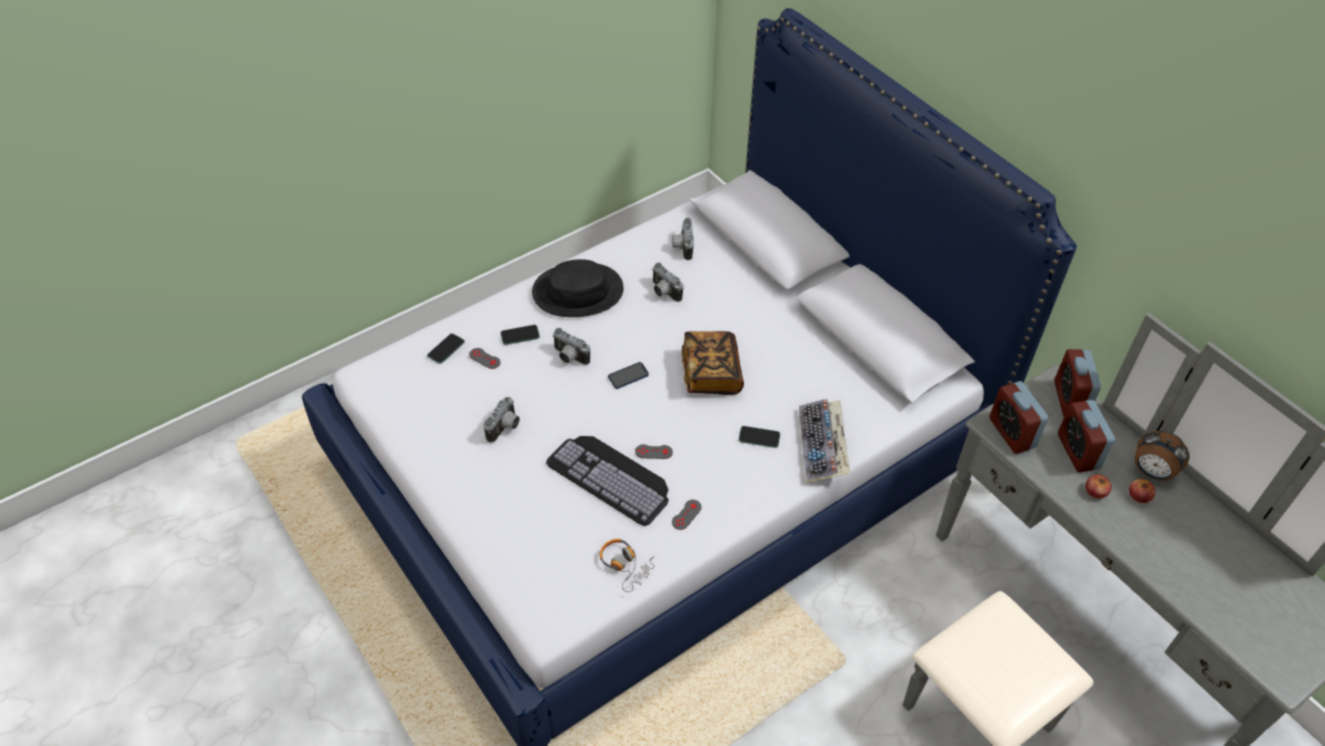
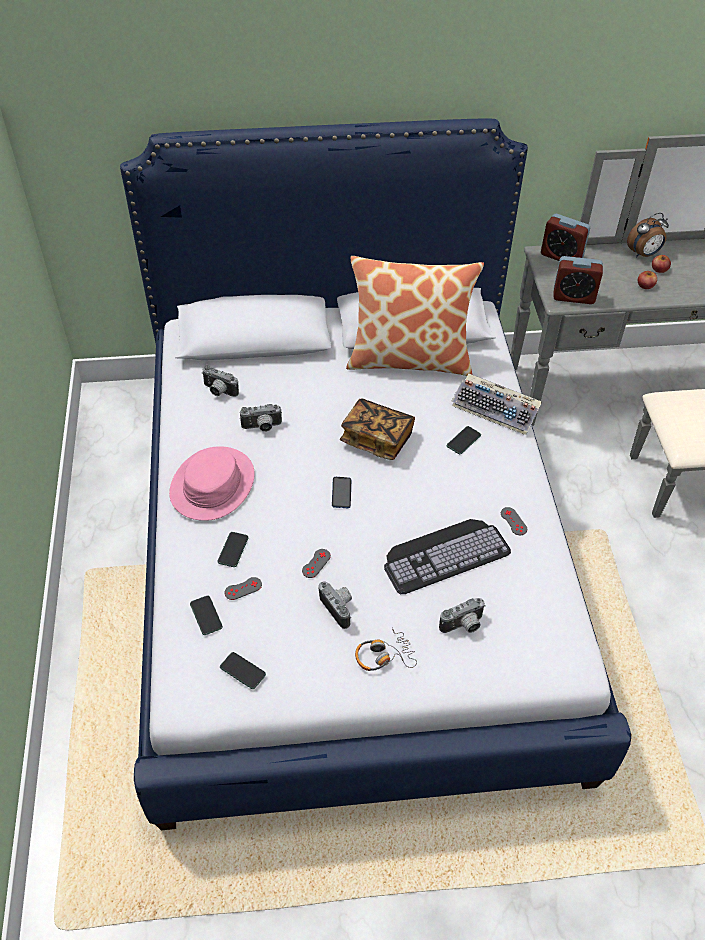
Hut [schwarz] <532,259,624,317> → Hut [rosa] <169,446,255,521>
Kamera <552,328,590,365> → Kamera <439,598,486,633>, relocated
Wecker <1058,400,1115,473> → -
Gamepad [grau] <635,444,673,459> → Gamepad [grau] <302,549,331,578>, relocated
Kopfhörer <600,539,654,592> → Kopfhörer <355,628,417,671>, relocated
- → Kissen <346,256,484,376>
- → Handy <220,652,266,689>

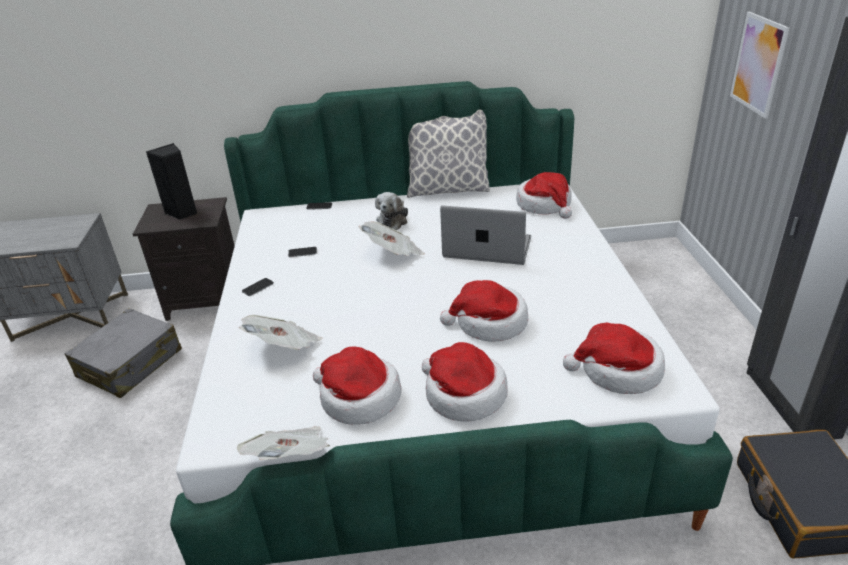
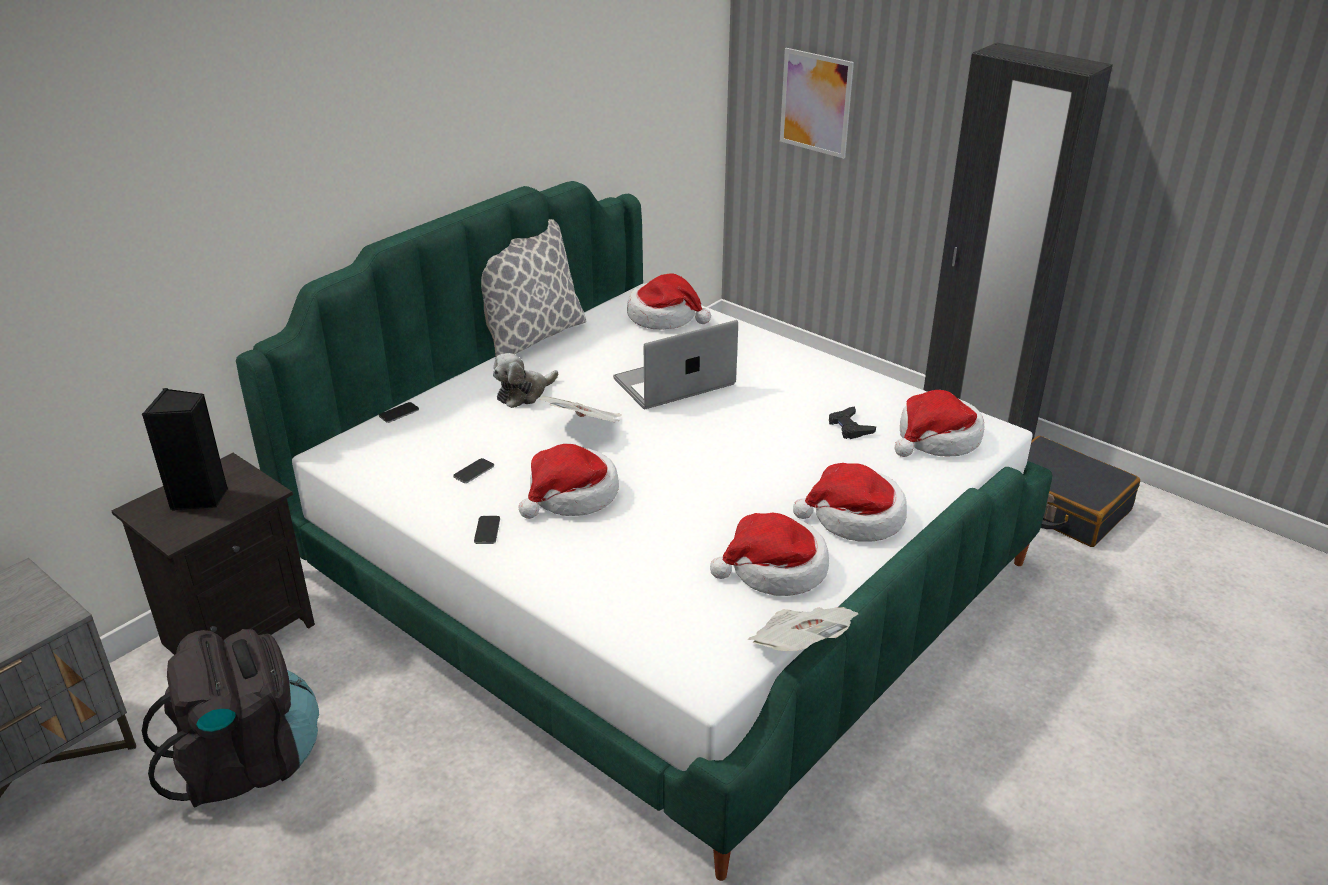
Plüschtier <375,192,408,230> → Plüschtier <493,353,558,408>, 75 degrees clockwise
Hut <440,280,528,342> → Hut <518,444,619,519>, relocated
Koffer [grau] <64,308,182,398> → Rucksack [schwarz] <142,629,319,808>
Zeitung <239,315,323,350> → -
- → Gamepad [schwarz] <829,406,876,439>

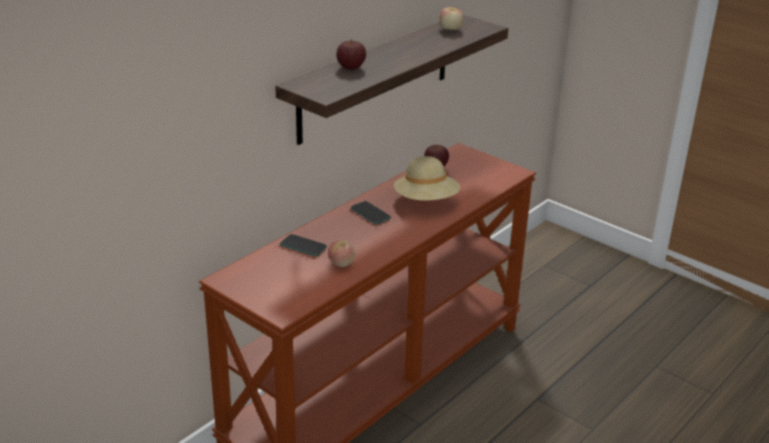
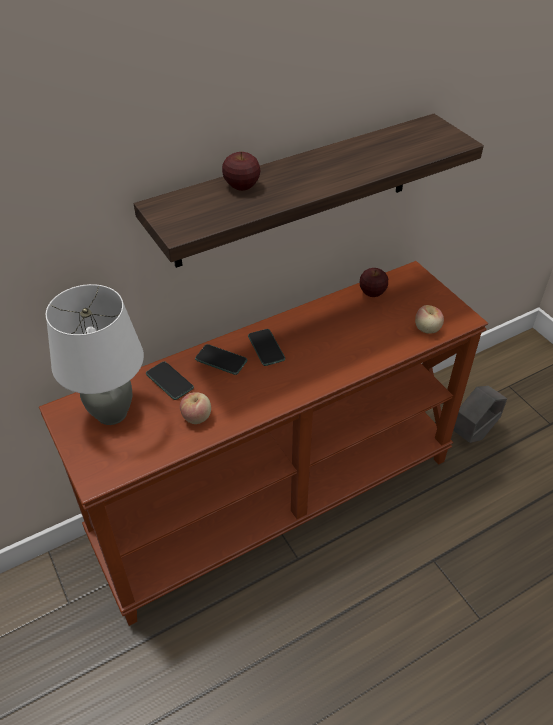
Apfel <440,7,464,30> → Apfel <415,305,444,334>, relocated
Hut [beige] <394,156,460,201> → -
- → Tischlampe [weiß] <45,284,144,425>
- → Handy <195,344,247,375>
- → Pflanzkübel [grau] <453,386,507,443>

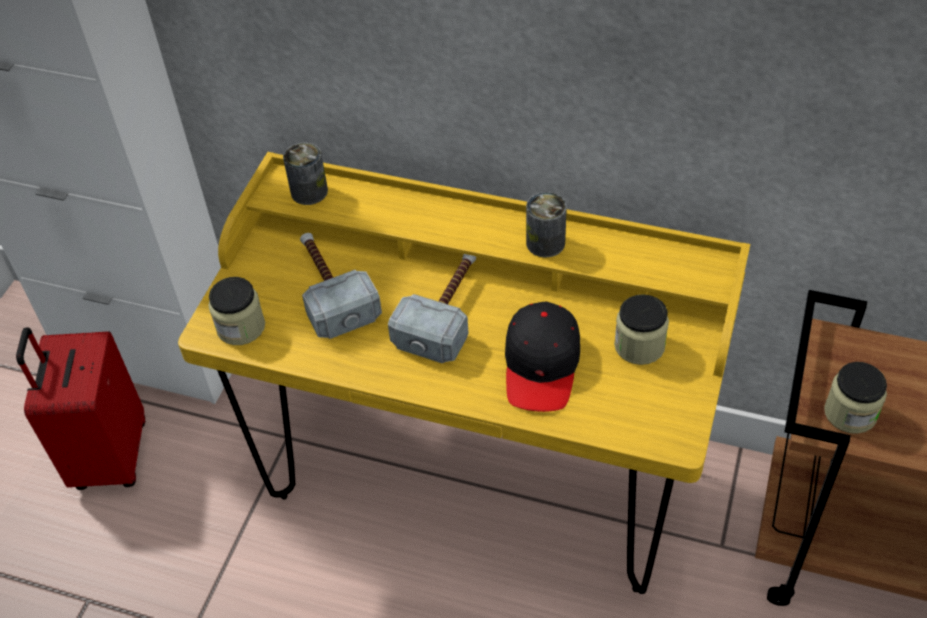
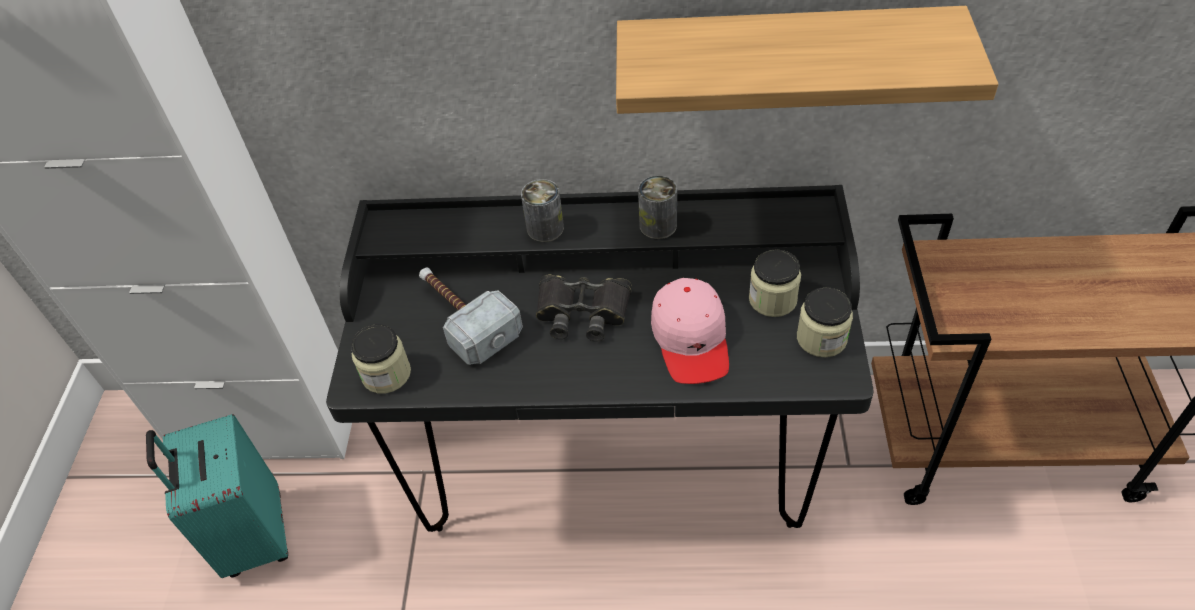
Dose <283,142,328,205> → Dose <521,179,564,242>, relocated
Schreibtisch [gelb] <178,152,750,594> → Schreibtisch [schwarz] <326,185,874,532>
Hammer <388,254,476,364> → Fernglas [schwarz] <536,275,632,342>
Kappe [schwarz] <505,301,580,412> → Kappe [rosa] <651,278,729,384>
Koffer [rot] <16,327,145,490> → Koffer [türkis] <146,414,288,578>
Vorratsglas <824,362,887,434> → Vorratsglas <797,287,853,357>, relocated
- → Wandregal <616,6,998,114>

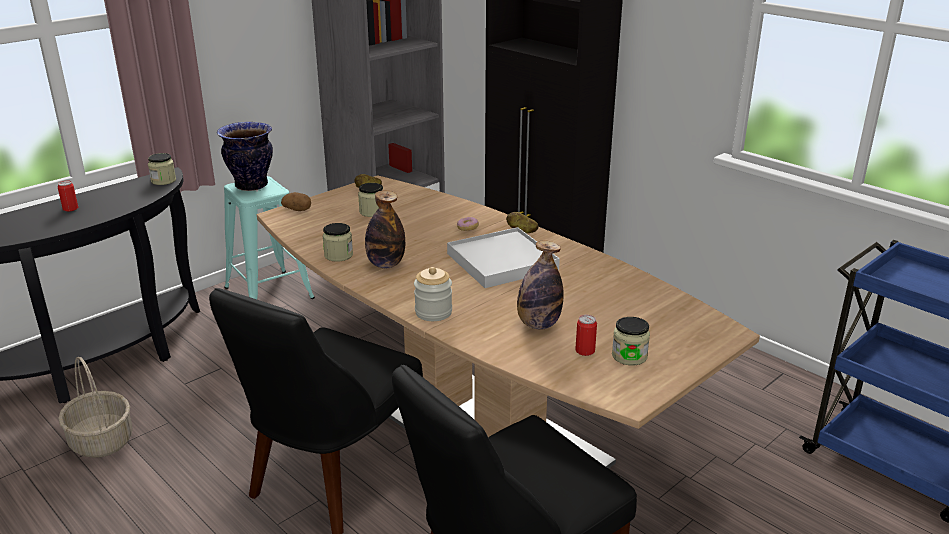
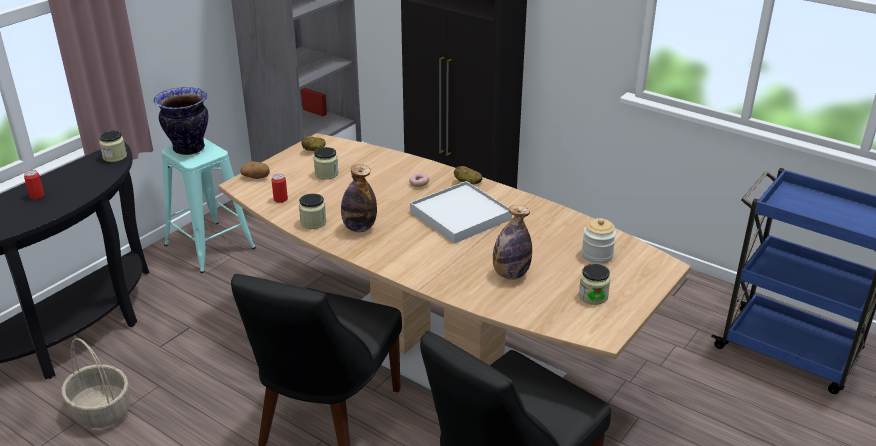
Vorratsglas <414,267,452,321> → Vorratsglas <582,218,616,264>, relocated
Dose <575,315,597,356> → Dose <272,174,288,203>, relocated

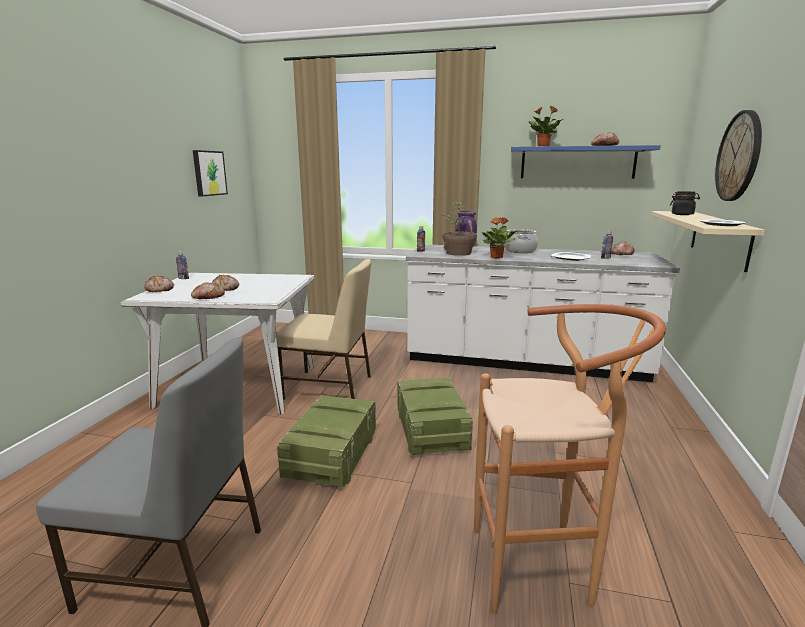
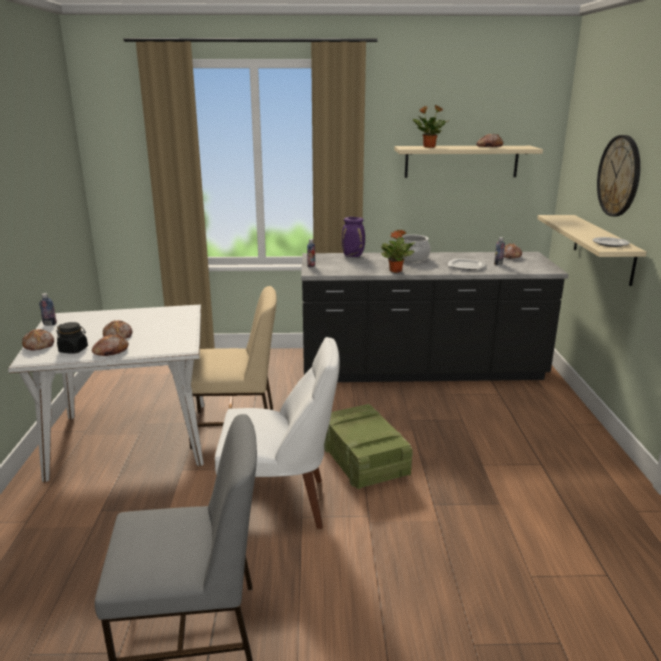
Wandregal [blau] <511,145,661,179> → Wandregal [beige] <394,146,543,178>
Bild <193,150,228,196> → -
Vorratsglas [schwarz] <670,191,700,215> → Vorratsglas [schwarz] <56,322,88,354>, relocated
Topfpflanze <442,201,477,256> → -
Küchenzeile [weiß] <406,244,680,382> → Küchenzeile [schwarz] <301,252,569,382>
Hocker [braun] <474,304,666,615> → -
Kiste <277,395,376,488> → Stuhl [weiß] <215,337,340,529>

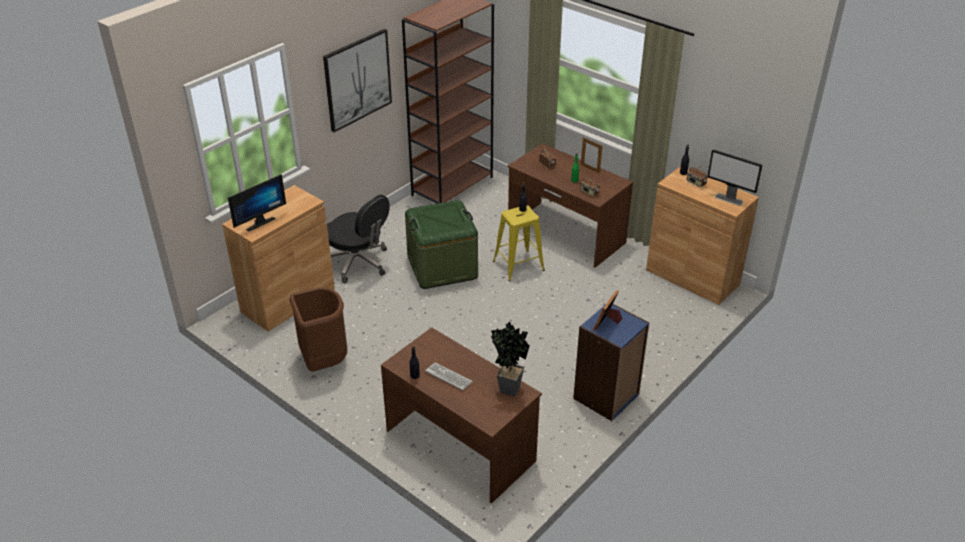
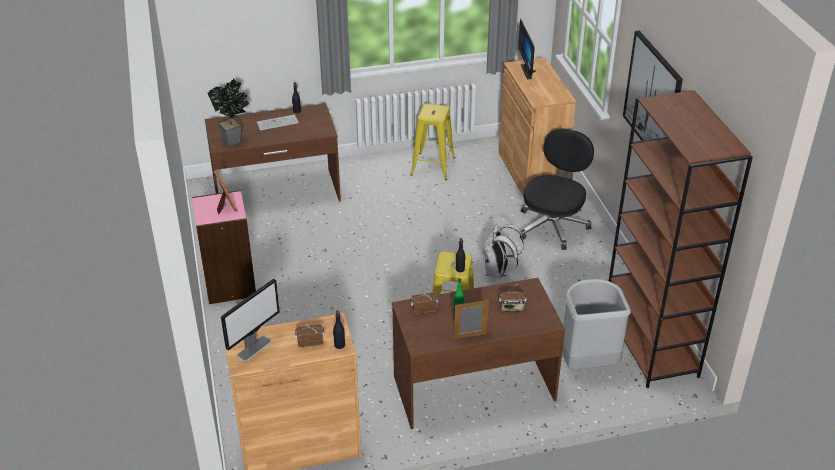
Monitor <707,149,762,206> → Monitor <221,279,280,361>, 150 degrees clockwise
Bürostuhl [schwarz] <327,195,389,283> → Bürostuhl [schwarz] <520,128,594,250>, 135 degrees clockwise
Aufbewahrungsbox [grün] <405,200,478,289> → Rucksack [weiß] <483,224,524,278>
Mülleimer [braun] <289,287,347,372> → Hocker [gelb] <410,103,455,180>
Bücherregal [blau] <573,304,650,421> → Bücherregal [rosa] <192,190,256,304>
- → Mülleimer [grau] <562,279,631,370>

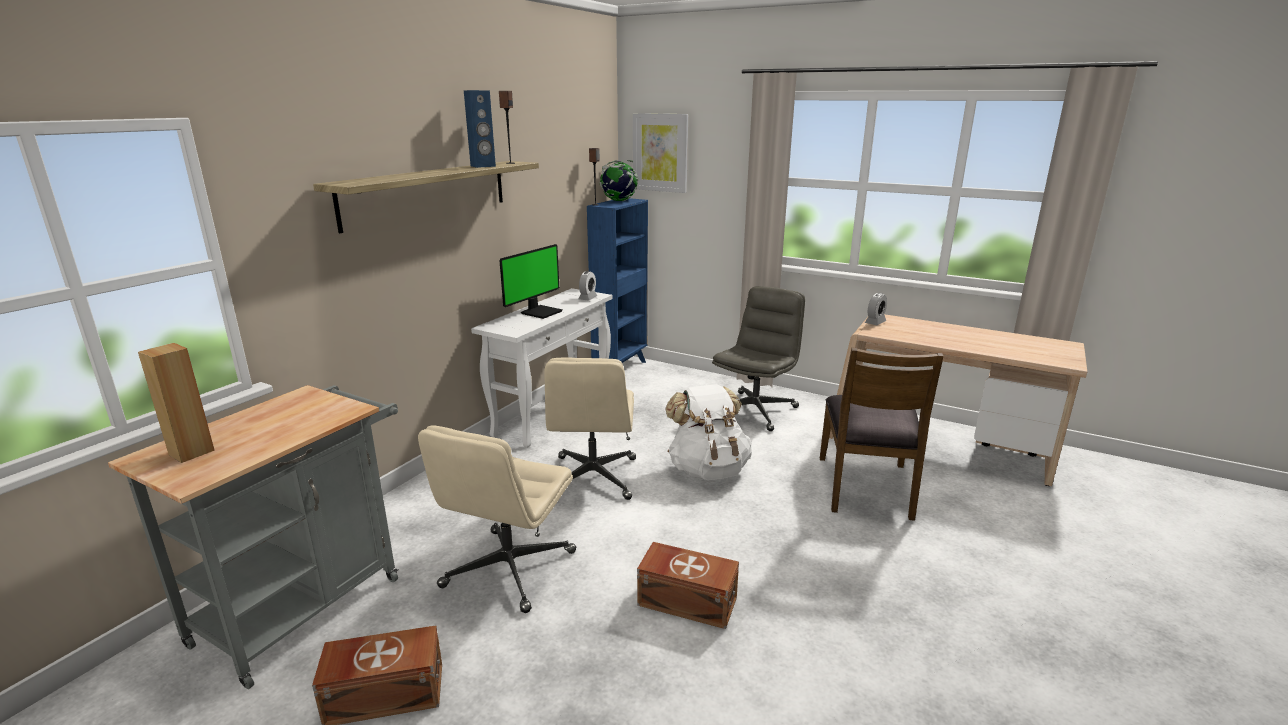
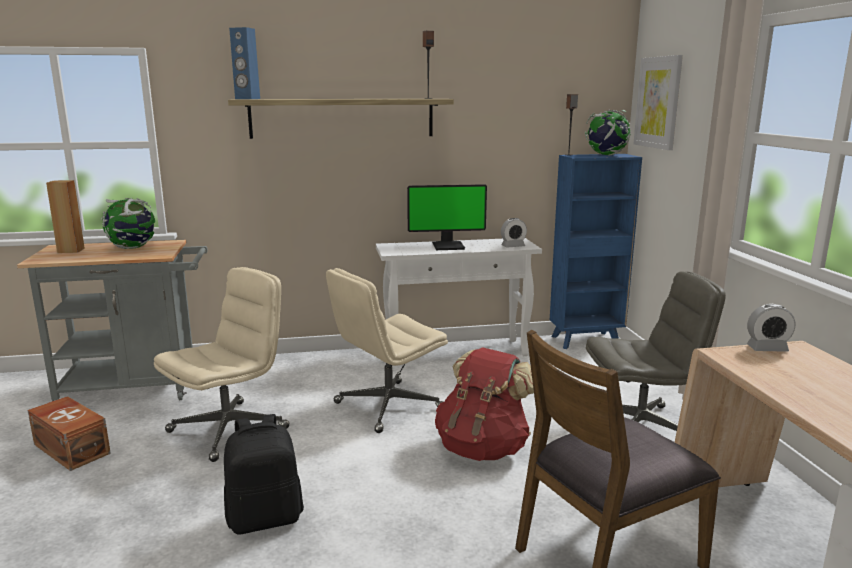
Lautsprecher [blau] <464,90,496,168> → Lautsprecher [blau] <229,27,260,99>, relocated
Rucksack [weiß] <665,384,752,480> → Rucksack [rot] <435,347,534,461>
Bürostuhl [beige] <418,425,576,613> → Bürostuhl [beige] <154,267,290,462>, 150 degrees clockwise
Aufbewahrungsbox [braun] <637,542,739,629> → Rucksack [schwarz] <224,414,304,535>
- → Globus <101,198,155,249>

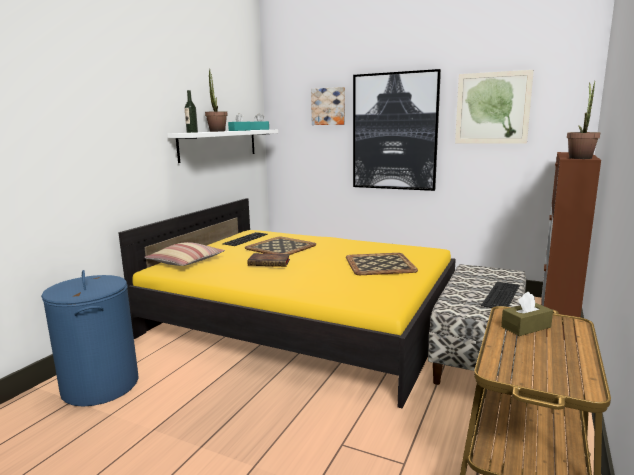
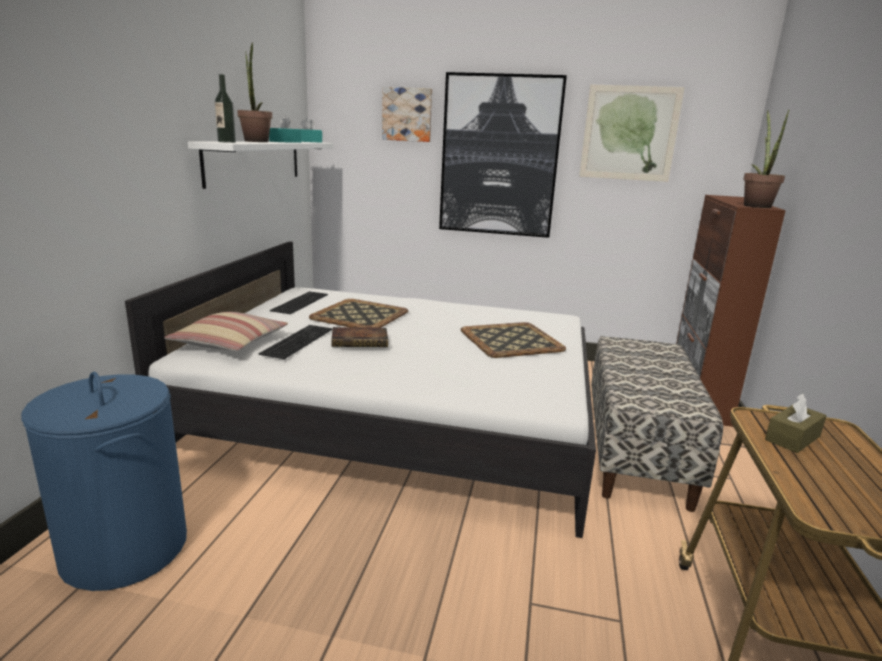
Bett [gelb] <118,198,456,409> → Bett [weiß] <125,241,596,538>
Tastatur <481,282,520,308> → Tastatur <259,325,333,359>, relocated

